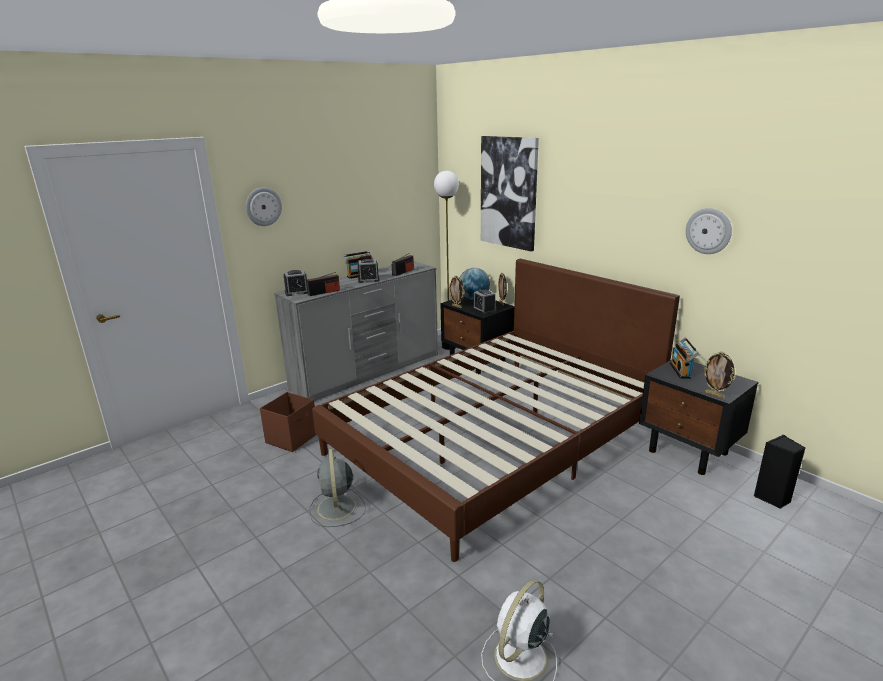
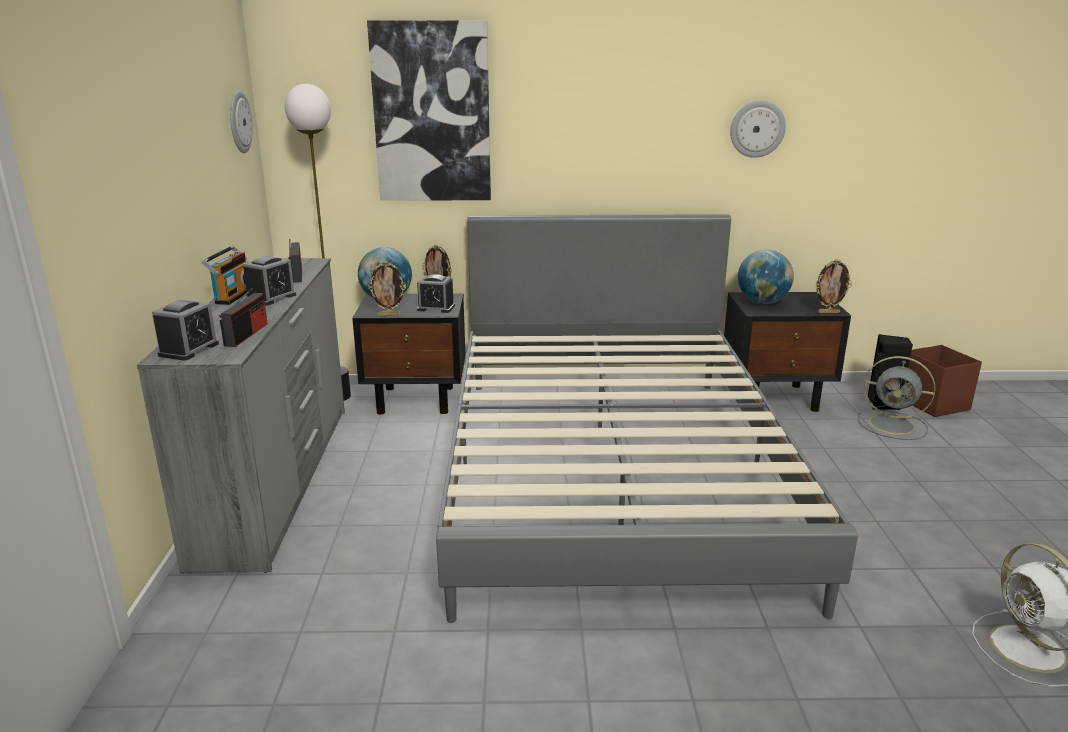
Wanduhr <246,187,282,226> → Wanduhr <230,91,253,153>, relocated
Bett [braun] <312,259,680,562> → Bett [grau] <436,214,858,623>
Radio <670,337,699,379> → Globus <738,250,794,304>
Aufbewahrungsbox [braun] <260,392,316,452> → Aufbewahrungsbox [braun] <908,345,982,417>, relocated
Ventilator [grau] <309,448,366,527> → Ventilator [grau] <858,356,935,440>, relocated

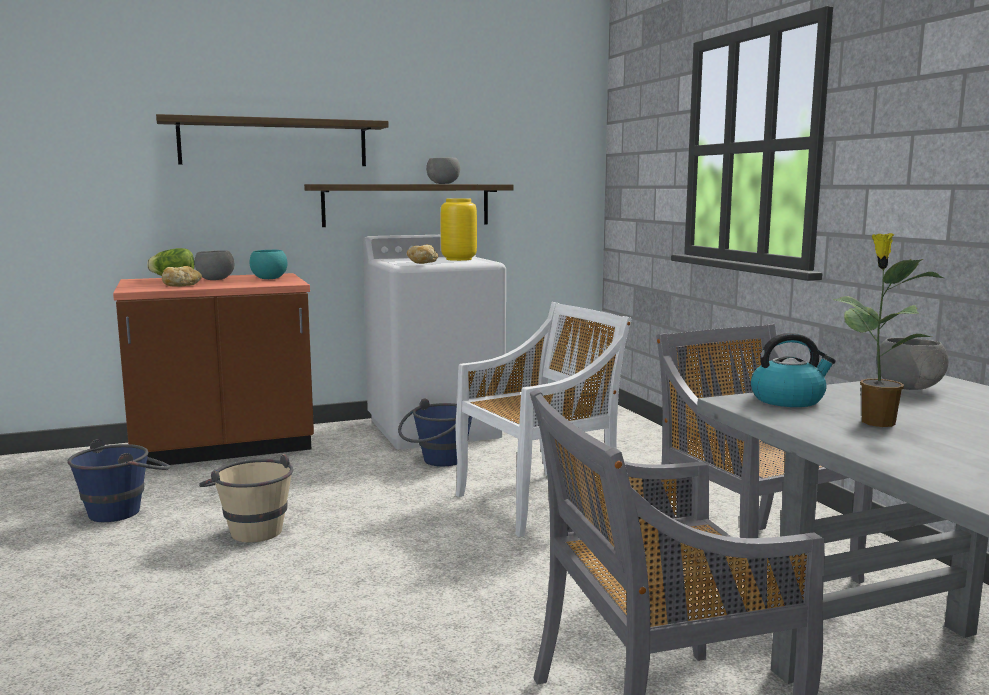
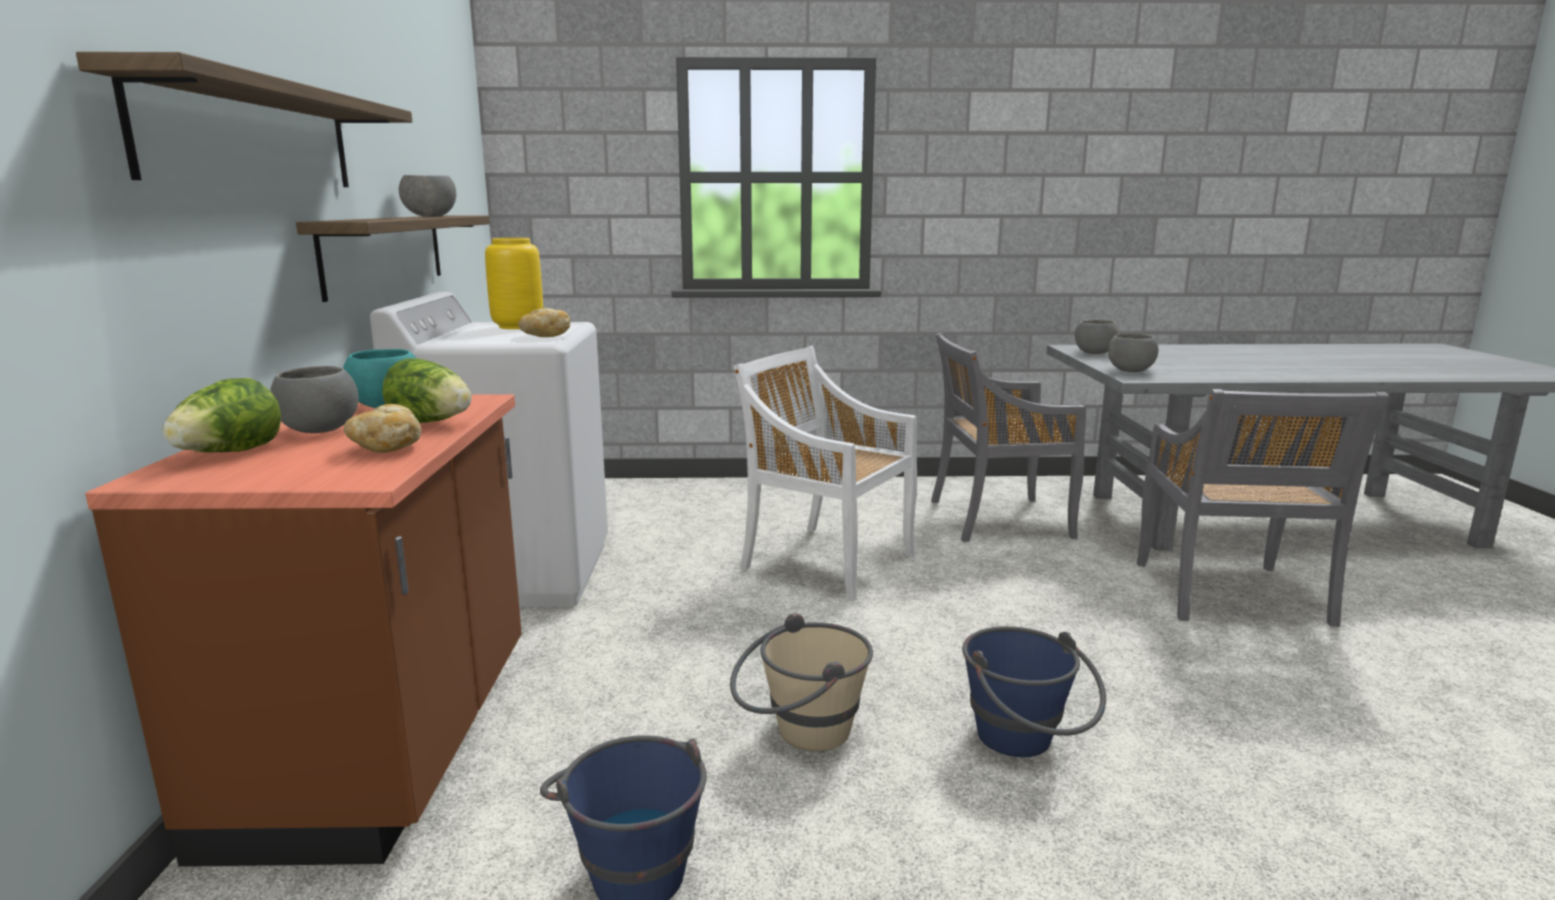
Topfpflanze <833,233,944,427> → -
Stuhl [weiß] <456,302,632,537> → Stuhl [weiß] <733,346,917,601>, 45 degrees counterclockwise
Wasserkessel <751,333,836,407> → Schüssel [grau] <1108,333,1158,372>
Eimer [blau] <398,399,472,466> → Eimer [blau] <962,626,1106,757>, relocated
- → Salatkopf <382,358,472,423>

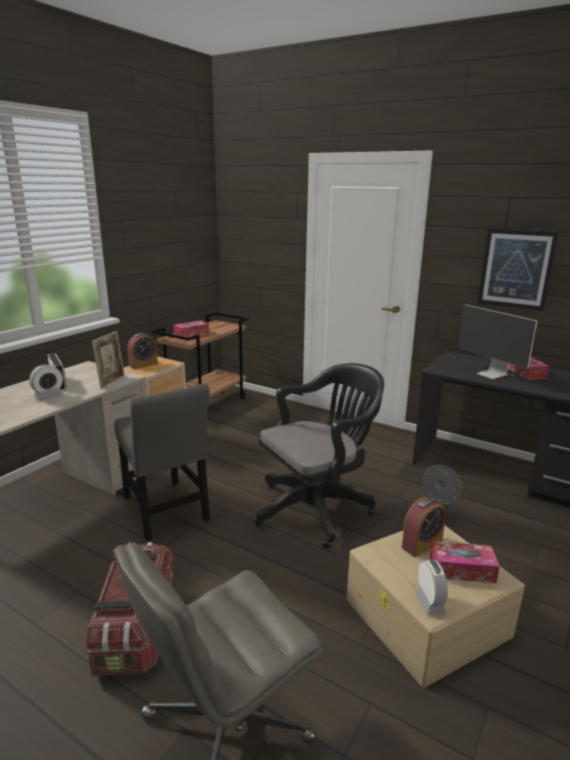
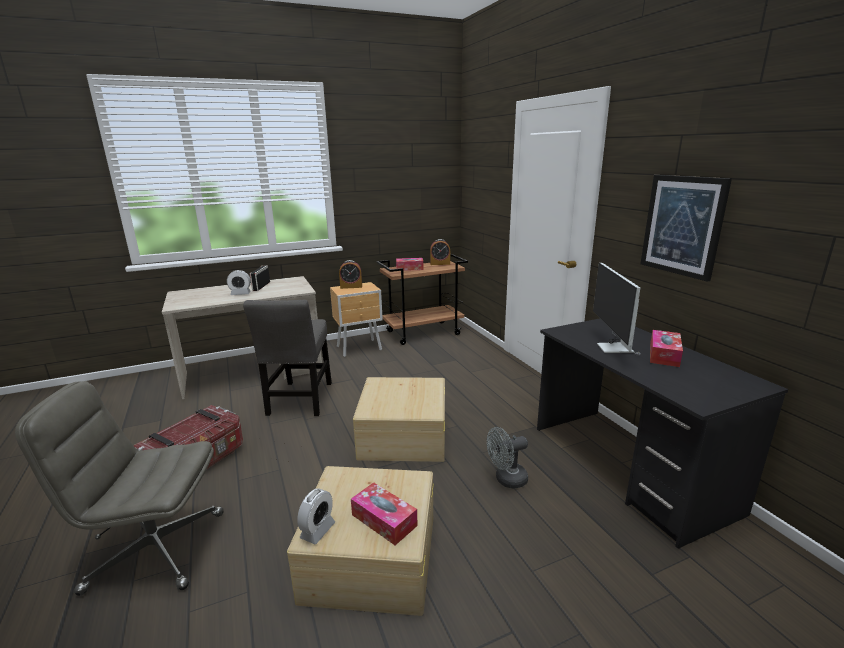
Bilderrahmen <92,331,125,389> → -
Bürostuhl [schwarz] <255,363,384,549> → Aufbewahrungsbox [beige] <353,377,445,462>
Wecker <401,497,446,557> → Wecker <430,239,450,265>, relocated

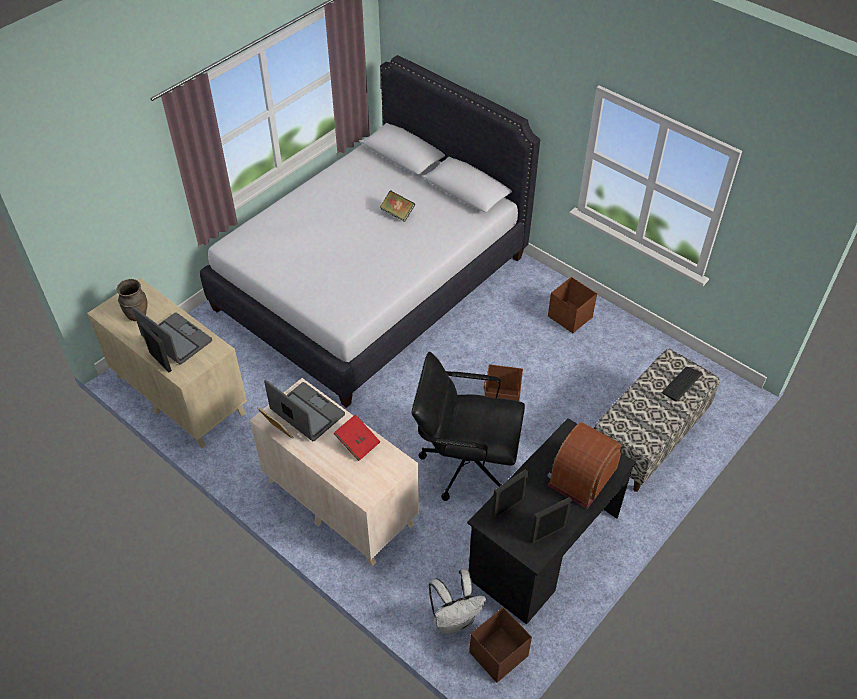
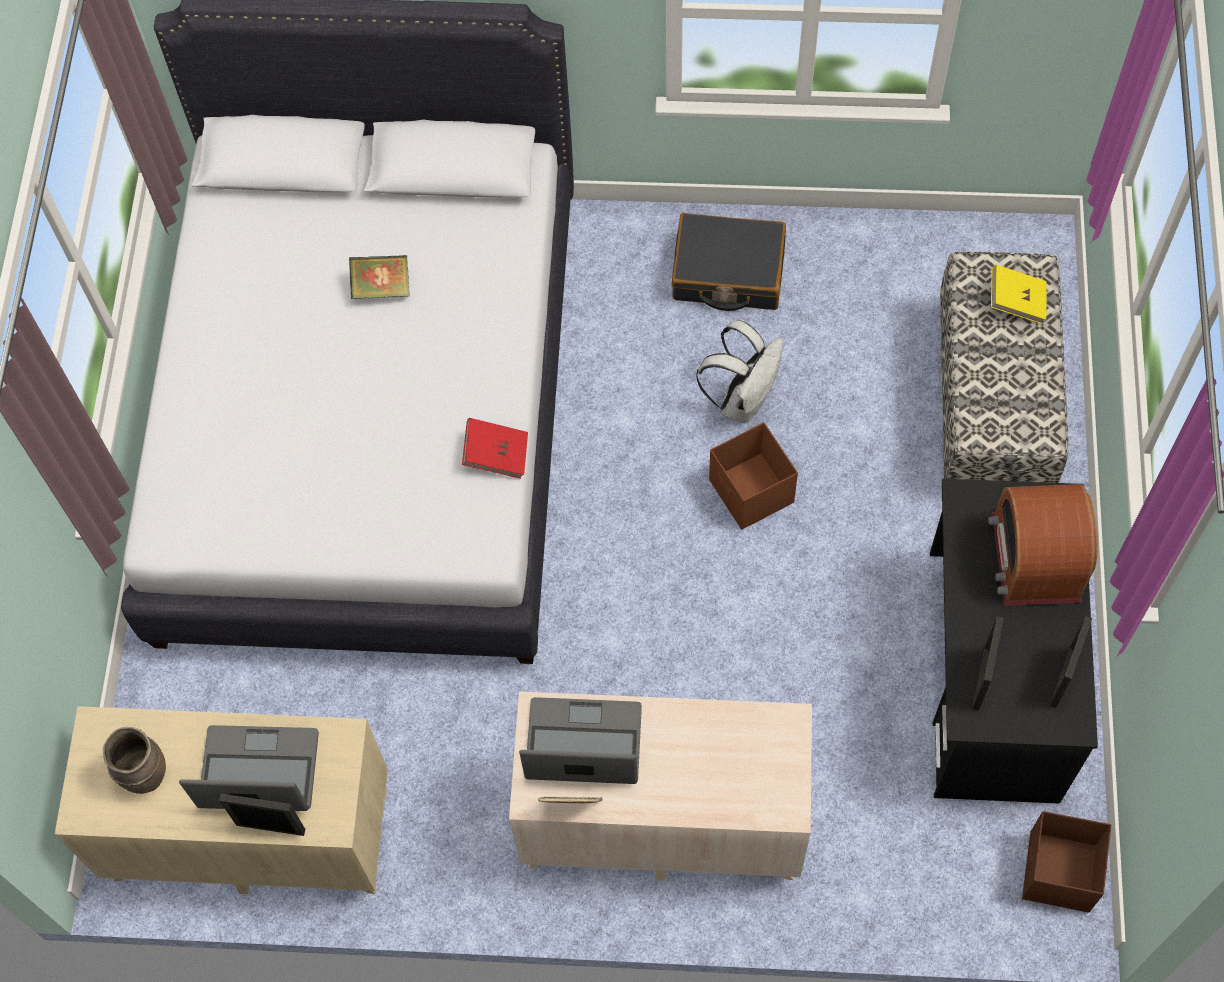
Aufbewahrungsbox [braun] <548,277,597,333> → Koffer [schwarz] <672,213,786,311>
Bürostuhl [schwarz] <412,352,525,501> → -
Tastatur <662,367,702,401> → Buch [gelb] <991,265,1046,324>
Buch [rot] <333,414,380,461> → Buch [rot] <462,418,528,479>, relocated
Rucksack [weiß] <429,569,486,634> → Rucksack [weiß] <696,321,783,423>, relocated

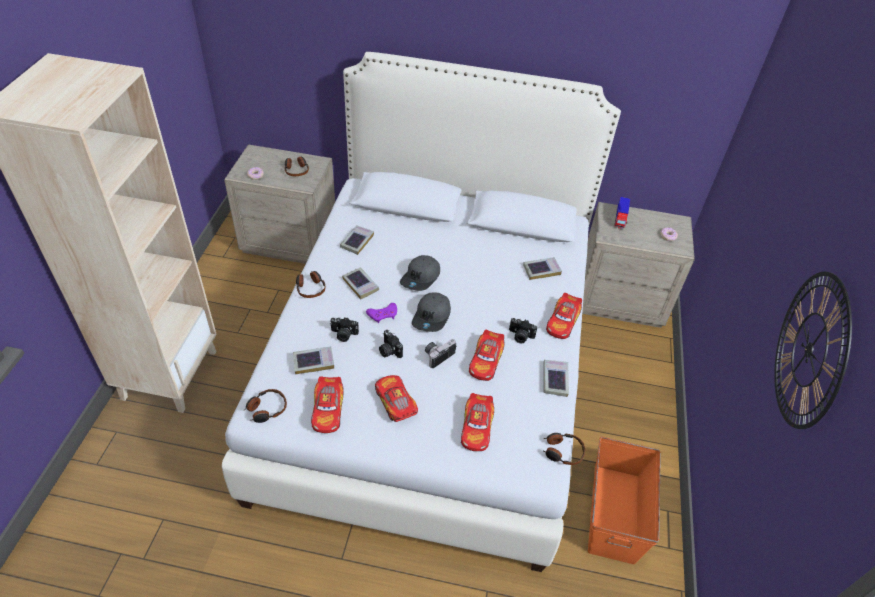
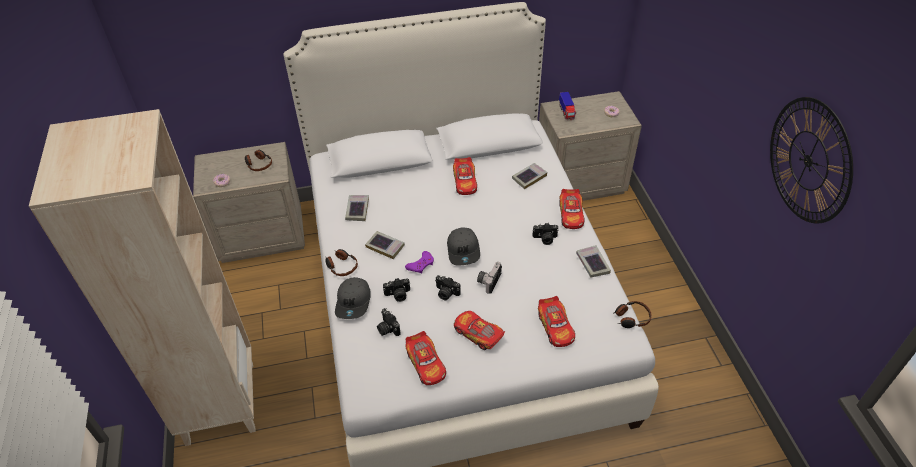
Kappe [grau] <400,255,440,291> → Kappe [grau] <335,277,371,319>, relocated
Spielzeugauto <469,329,504,381> → Spielzeugauto <453,157,477,195>, relocated
Buch <293,347,334,374> → Kamera <377,308,400,336>
Kopfhörer <244,389,287,423> → -
Aufbewahrungsbox [orange] <588,437,661,564> → -

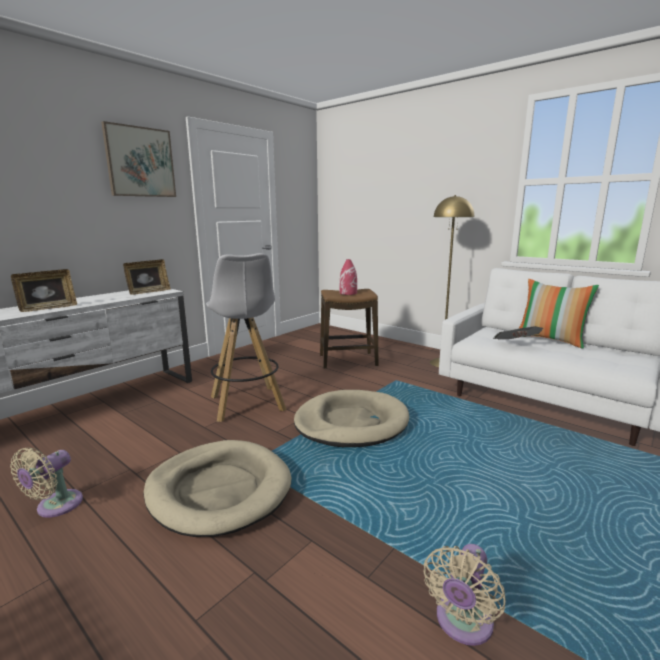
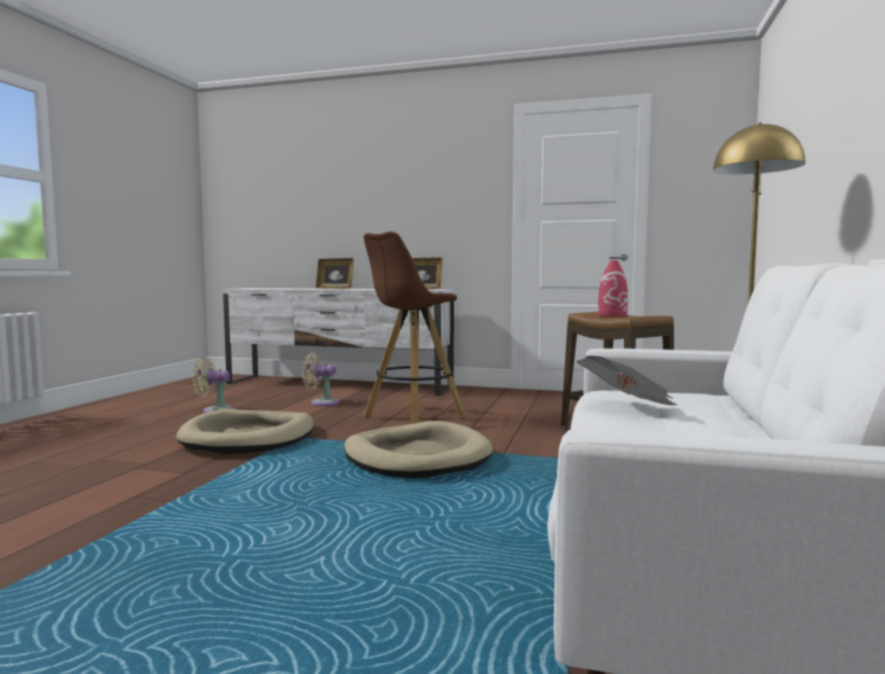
Bild <101,121,176,197> → -
Hocker [weiß] <206,253,287,422> → Hocker [braun] <364,231,466,424>
Kissen <519,279,599,349> → -
Ventilator [beige] <423,544,506,646> → Ventilator [beige] <302,352,339,406>, relocated

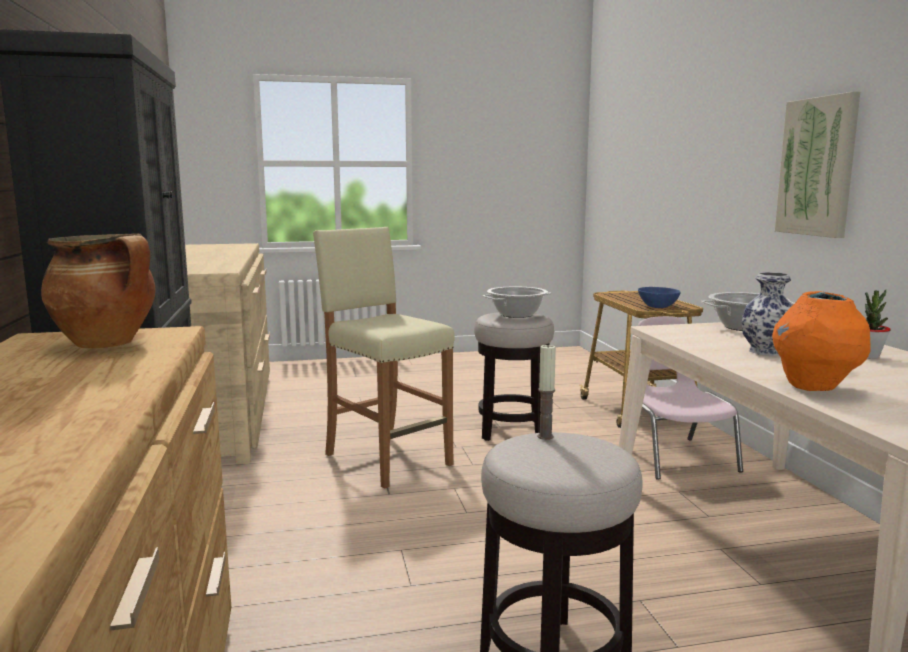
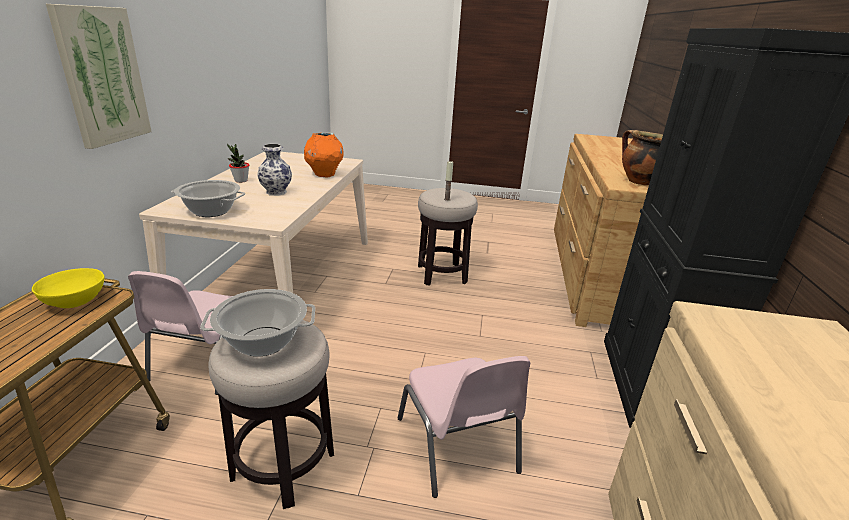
Hocker [beige] <313,227,455,489> → Stuhl [rosa] <398,356,531,498>
Schüssel [blau] <638,287,680,308> → Schüssel [gelb] <32,268,105,308>

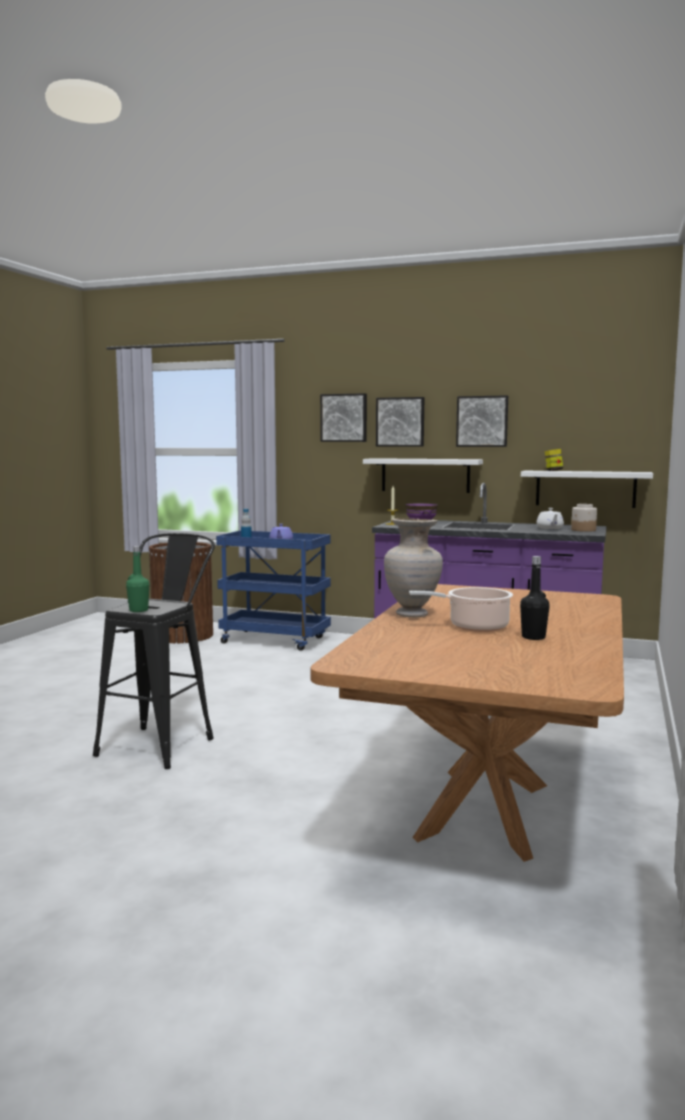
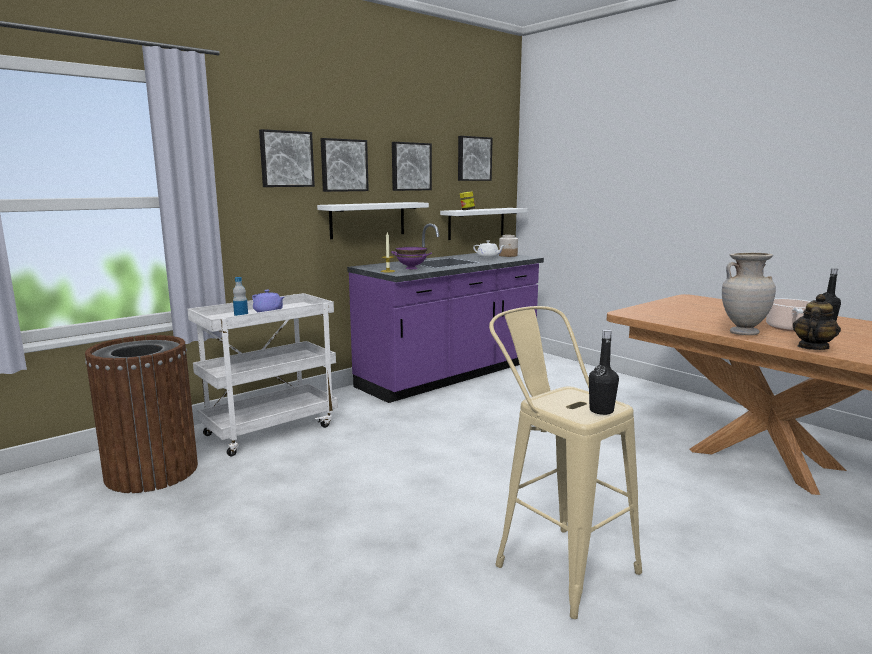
Rollwagen [blau] <216,530,331,651> → Rollwagen [weiß] <187,293,338,456>
Hocker [schwarz] <93,533,215,769> → Hocker [beige] <489,306,642,619>
Flasche [grün] <126,546,149,612> → Flasche [schwarz] <589,329,619,415>
- → Bild <458,136,493,181>
- → Teekanne <793,294,841,350>

